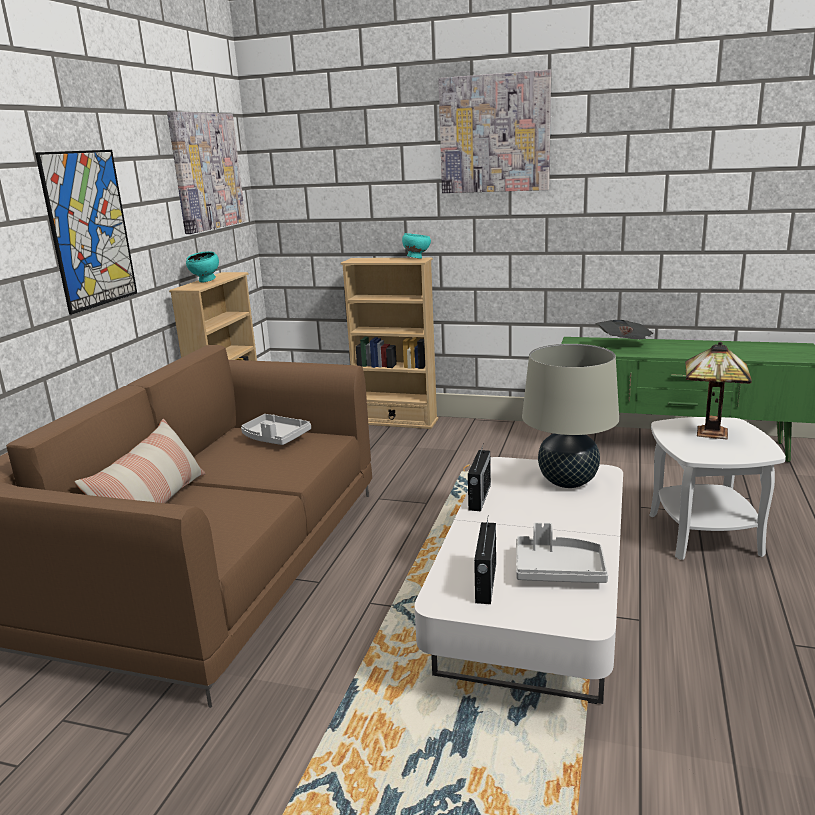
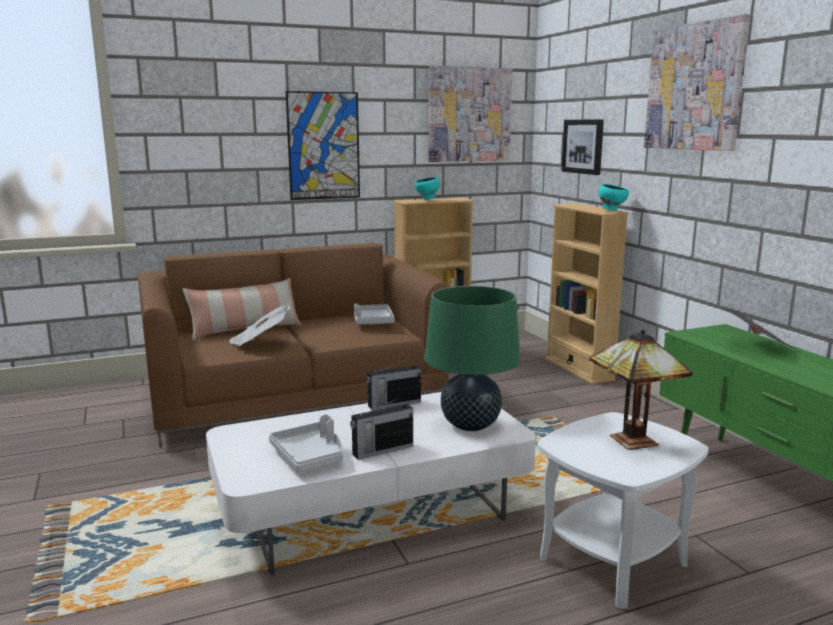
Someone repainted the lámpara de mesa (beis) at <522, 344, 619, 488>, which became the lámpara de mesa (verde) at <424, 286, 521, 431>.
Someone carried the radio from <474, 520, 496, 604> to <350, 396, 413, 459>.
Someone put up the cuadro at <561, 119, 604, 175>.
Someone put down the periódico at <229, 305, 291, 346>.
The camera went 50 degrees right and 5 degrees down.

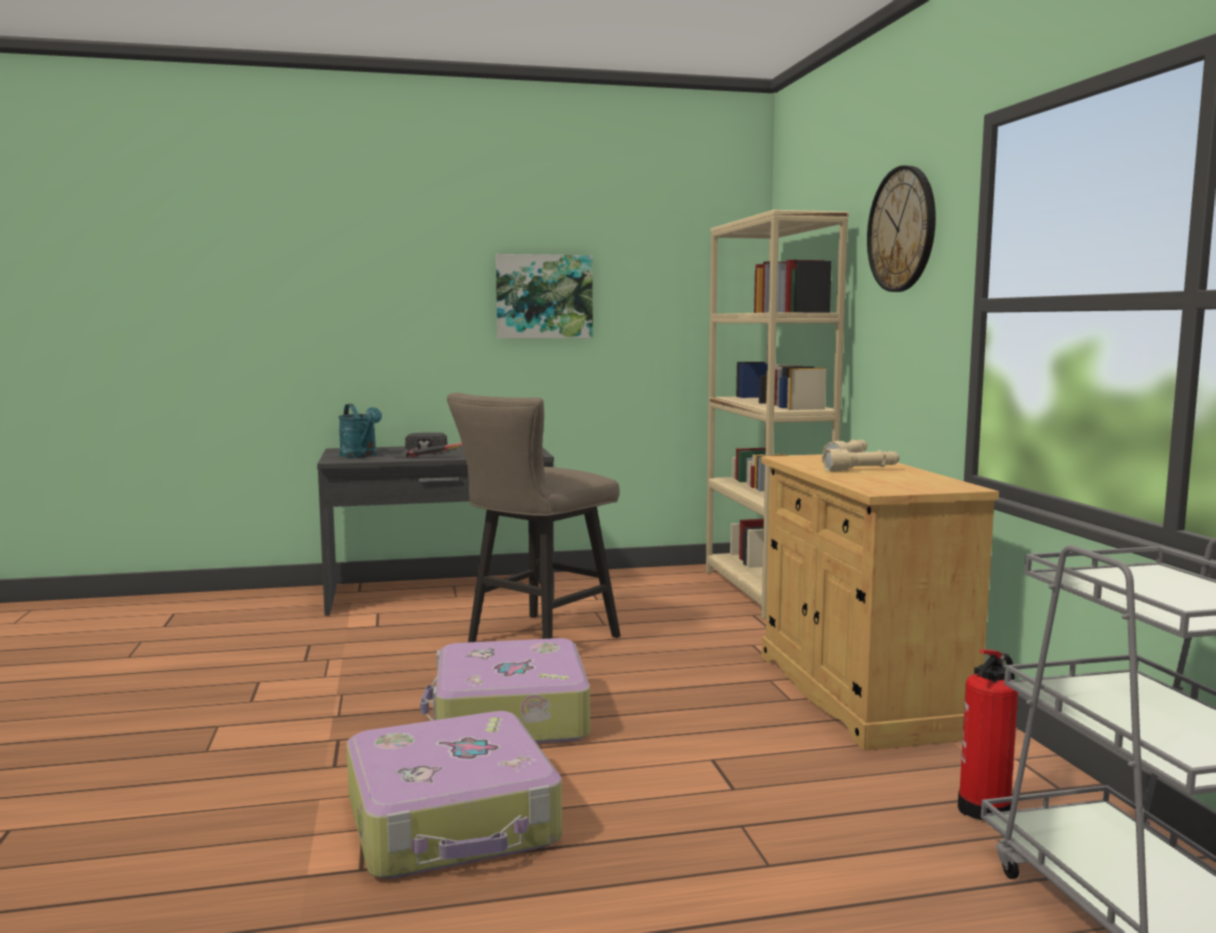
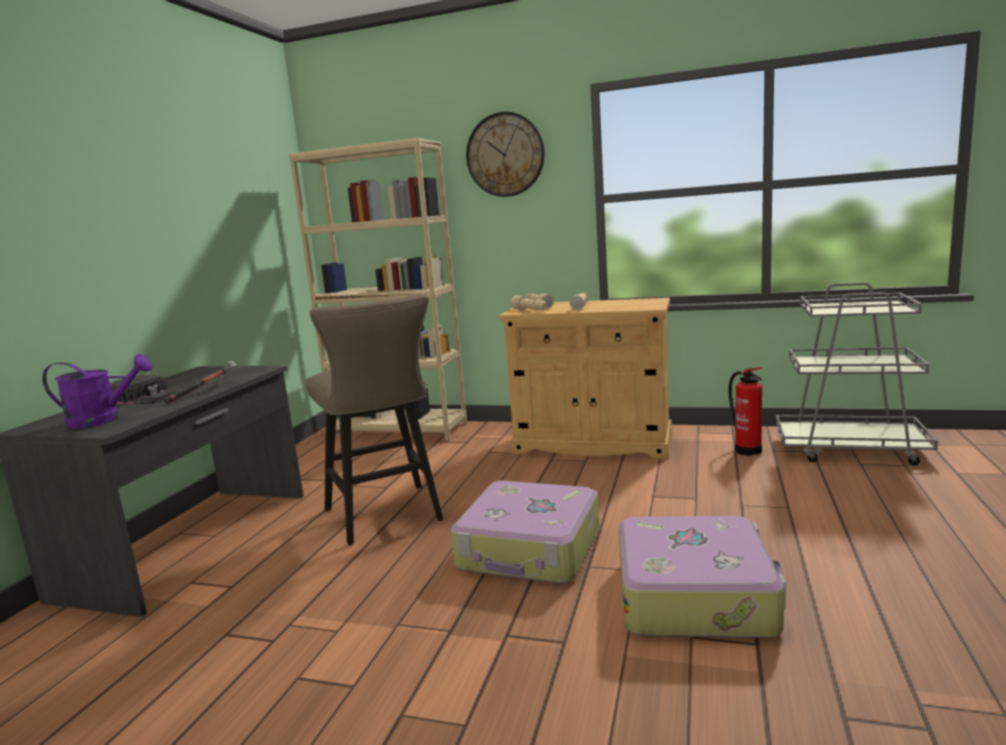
Someone took away the cuadro at <496, 254, 593, 339>.
Someone repainted the regadera (turquesa) at <338, 404, 382, 458>, which became the regadera (morado) at <42, 354, 152, 428>.
Someone put down the linterna (beis) at <511, 295, 547, 310>.
The camera went 60 degrees left and 5 degrees up.

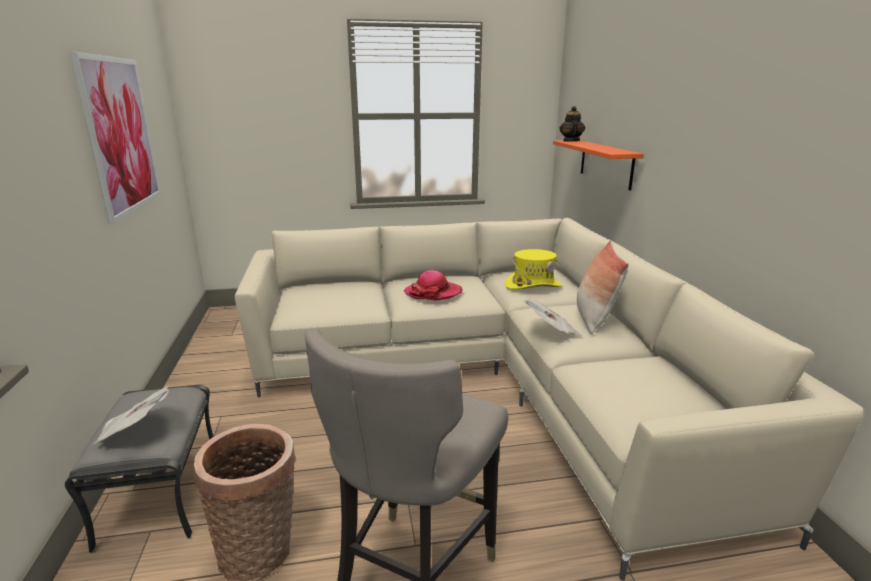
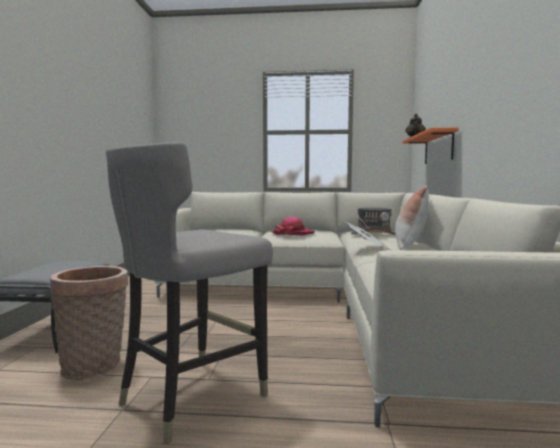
Someone took away the cuadro at <70, 51, 161, 224>.
Someone repainted the sombrero (amarillo) at <505, 249, 562, 289>, which became the sombrero (gris) at <351, 208, 395, 235>.
Someone took away the periódico at <93, 385, 169, 444>.
The camera went 15 degrees right and 15 degrees down.

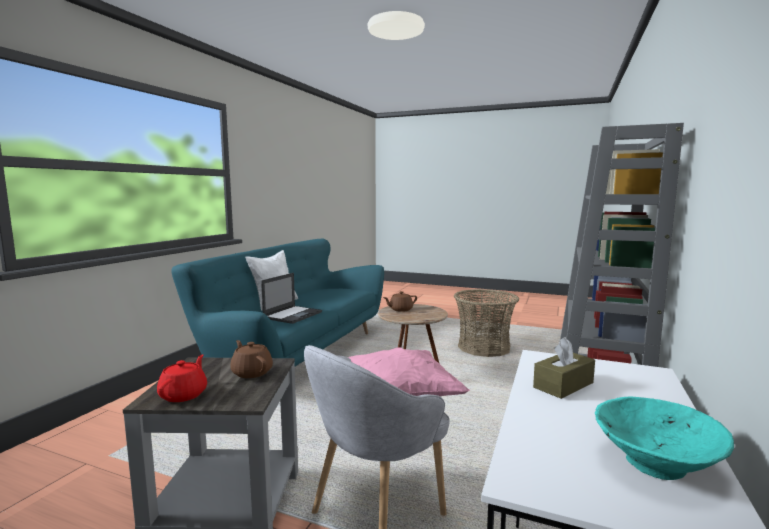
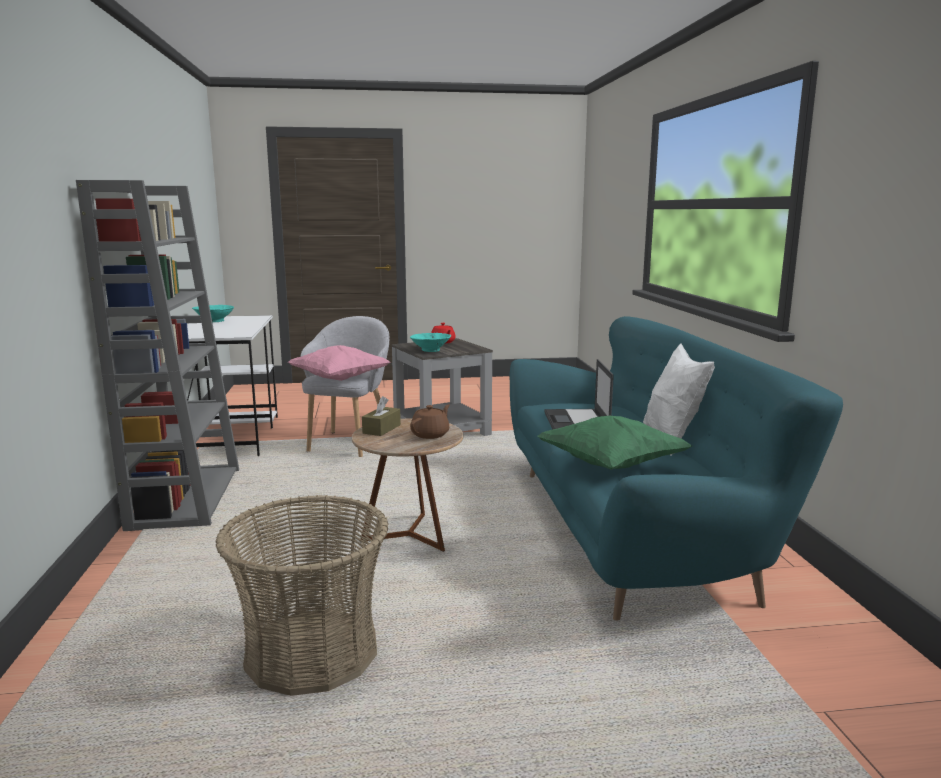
Someone carried the caja de pañuelos (marrón) from <533, 337, 595, 399> to <362, 396, 401, 436>.
Someone swapped the tetera (marrón) at <230, 340, 273, 378> for the cuenco (turquesa) at <410, 333, 451, 352>.
Someone put down the cojín (verde) at <537, 416, 692, 470>.
The camera went 150 degrees right and 5 degrees up.

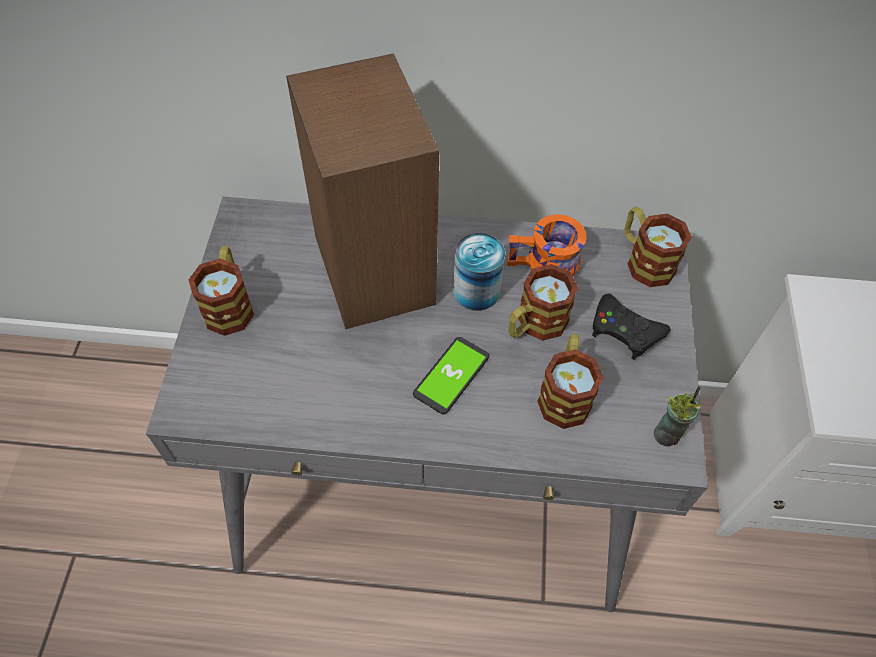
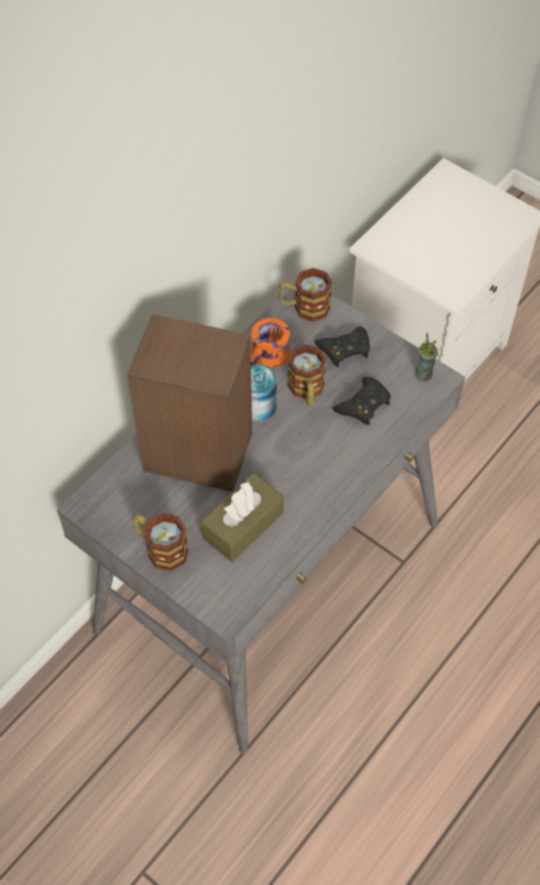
Someone swapped the taza grande at <537, 334, 604, 429> for the mando de consola (negro) at <332, 377, 391, 425>.
Someone took away the móvil at <413, 337, 489, 414>.
Someone put down the caja de pañuelos (marrón) at <201, 473, 284, 562>.
The camera went 55 degrees left and 0 degrees up.

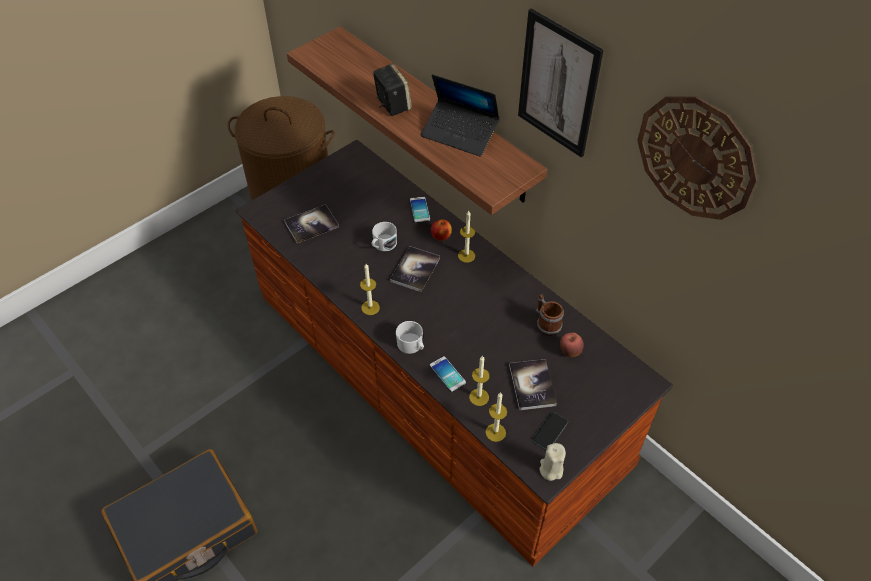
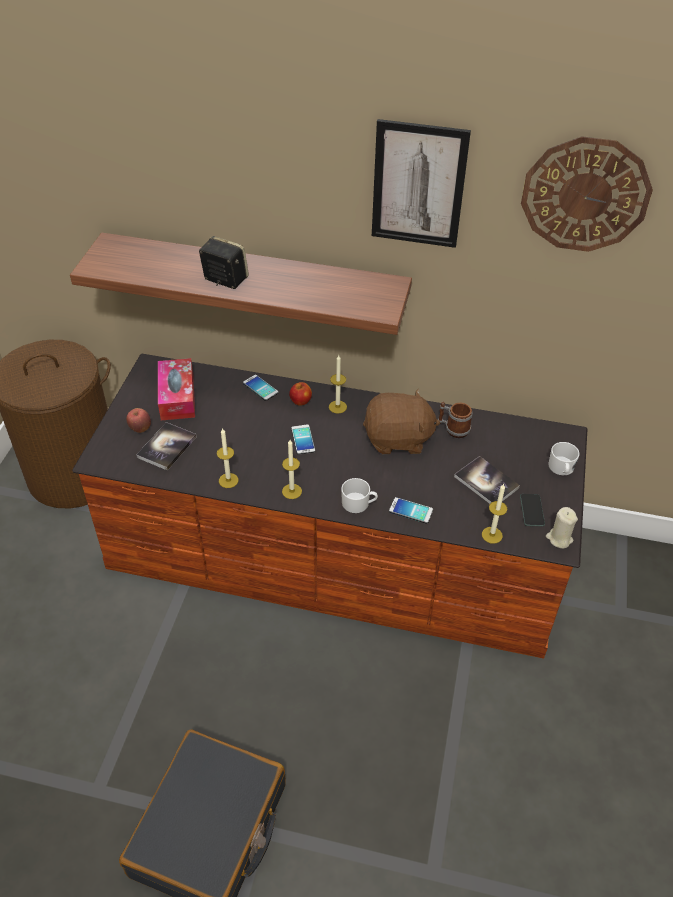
Someone took away the portátil at <421, 74, 500, 157>.
Someone carried the taza grande (blanco) from <372, 222, 397, 251> to <549, 442, 580, 475>.
Someone swapped the libro at <390, 246, 440, 292> for the móvil at <291, 424, 315, 454>.
Someone carried the manzana from <560, 332, 584, 357> to <126, 408, 151, 433>.
Someone carried the vela from <469, 356, 490, 406> to <217, 428, 238, 488>.
Someone put down the caja de pañuelos at <158, 358, 195, 420>.
Someone put down the peluche (marrón) at <363, 389, 440, 454>.
The camera went 35 degrees left and 5 degrees down.

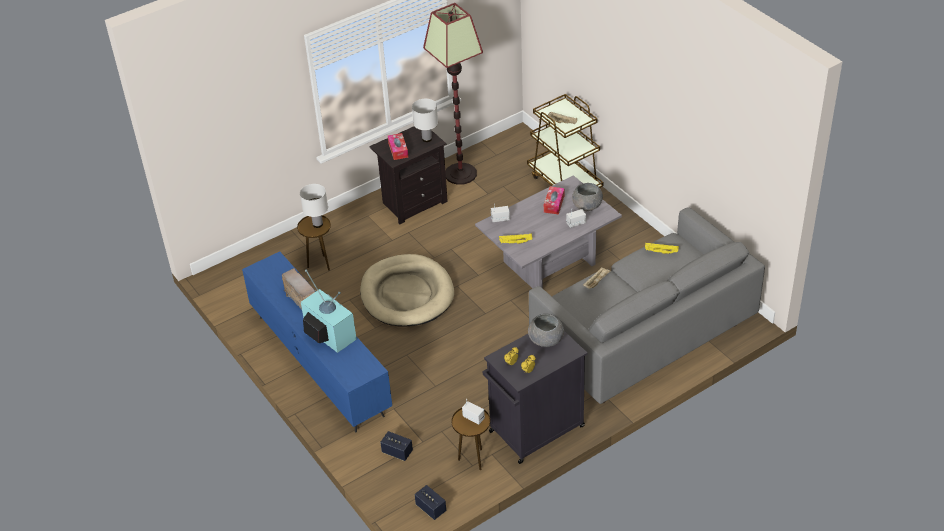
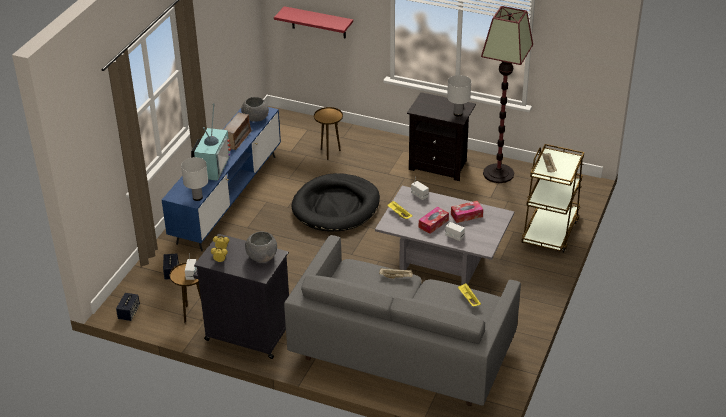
Someone carried the caja de pañuelos from <388, 133, 408, 160> to <419, 207, 449, 234>.
Someone carried the cuenco (gris) from <572, 183, 603, 211> to <241, 97, 269, 122>.
Someone carried the lámpara de mesa (blanco) from <300, 184, 328, 228> to <181, 157, 208, 201>.
Someone repainted the cama para perro (beis) at <360, 254, 454, 327>, which became the cama para perro (negro) at <292, 173, 380, 232>.
Someone put up the estante (rojo) at <274, 6, 353, 39>.
The camera went 55 degrees right and 5 degrees down.

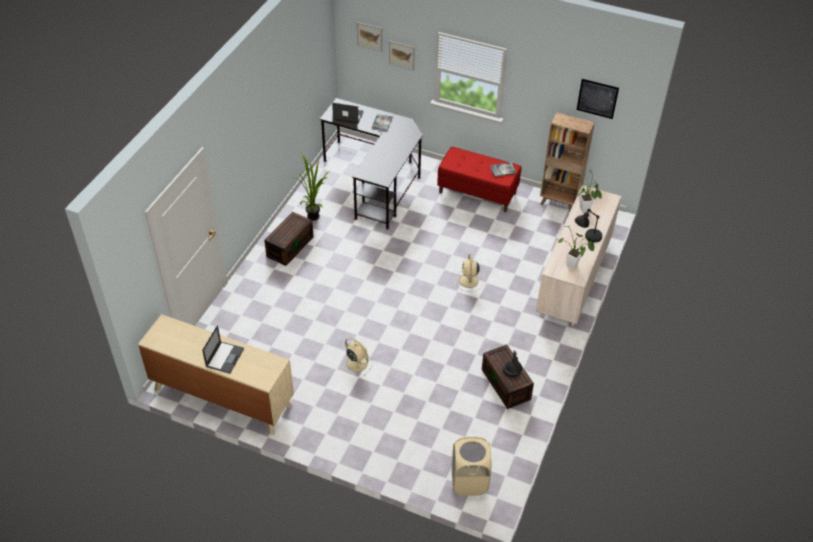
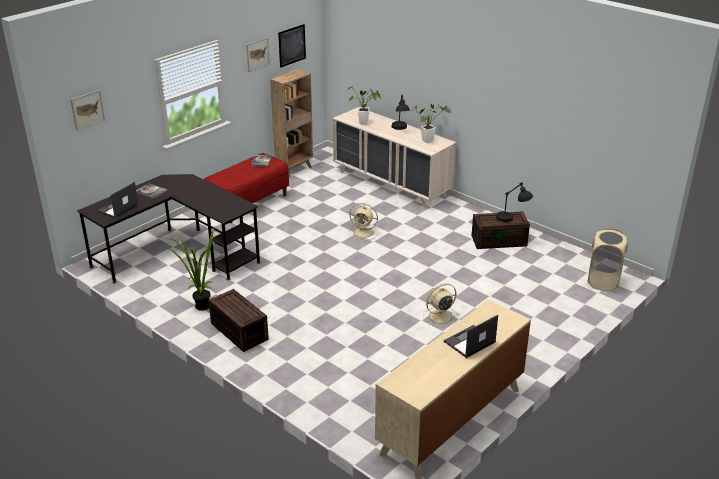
Someone carried the cuadro from <389, 41, 415, 71> to <246, 38, 270, 72>.
Someone rotated the portátil at <202, 325, 244, 374> by 75 degrees counterclockwise.
The camera went 70 degrees left and 15 degrees down.

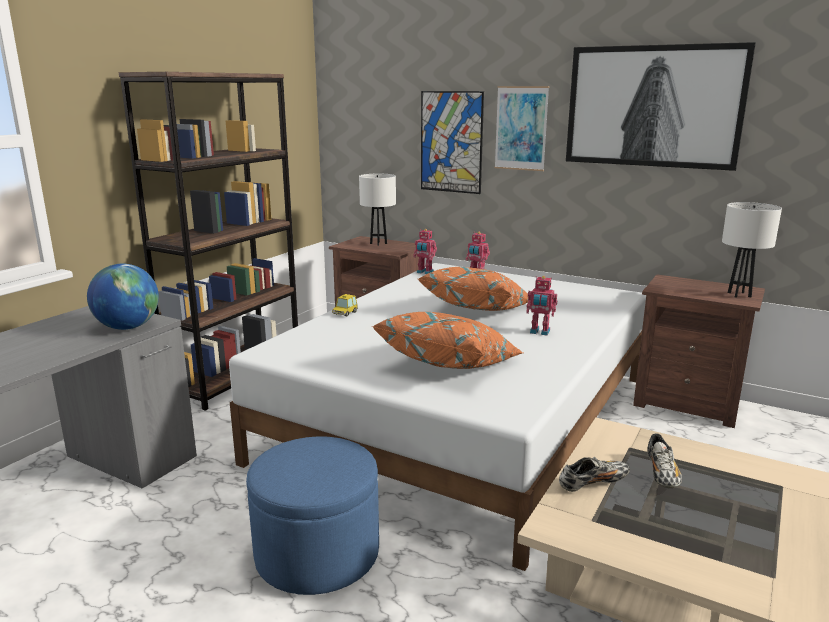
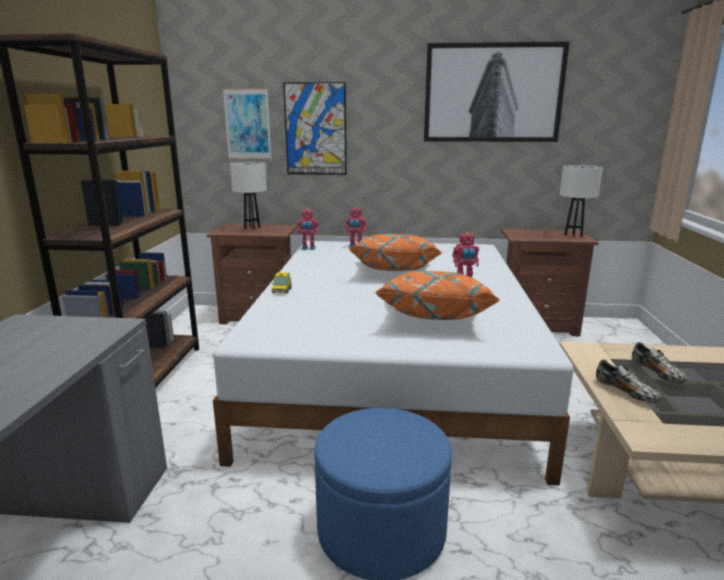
Someone carried the cuadro from <494, 86, 549, 171> to <223, 88, 272, 160>.
Someone took away the globo terráqueo at <87, 264, 159, 330>.
Someone rotated the zapato at <559, 457, 630, 492> by 105 degrees clockwise.
The camera went 25 degrees left and 0 degrees up.

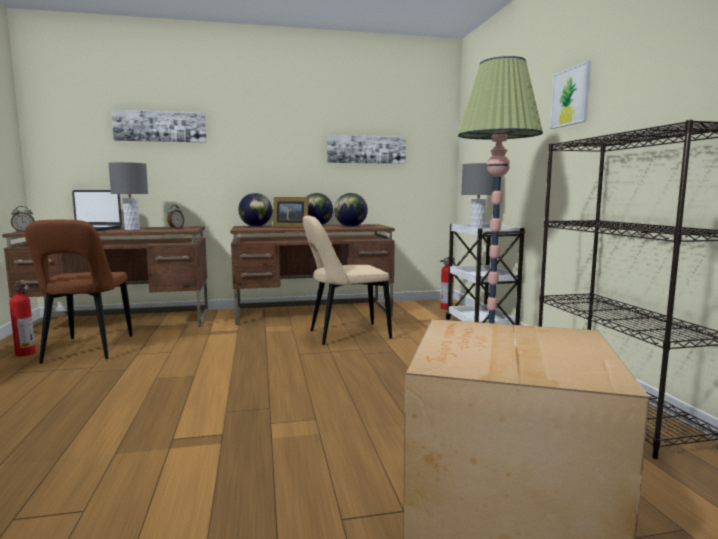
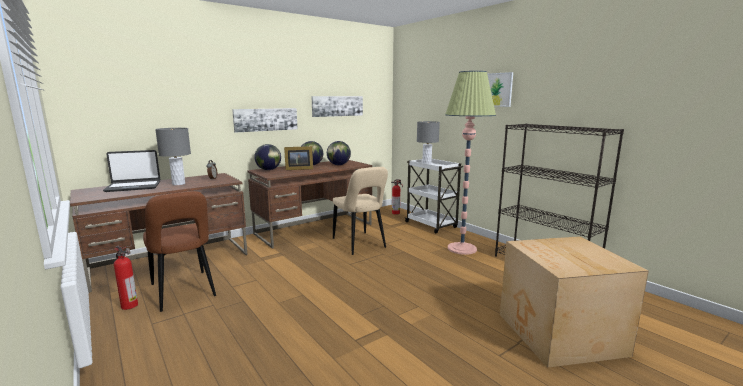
Someone carried the cuadro from <111, 110, 206, 143> to <232, 108, 298, 133>.
Someone took away the despertador at <11, 206, 35, 232>.
Someone rotated the silla (beis) at <303, 215, 392, 345> by 75 degrees counterclockwise.
The camera went 25 degrees left and 5 degrees up.

